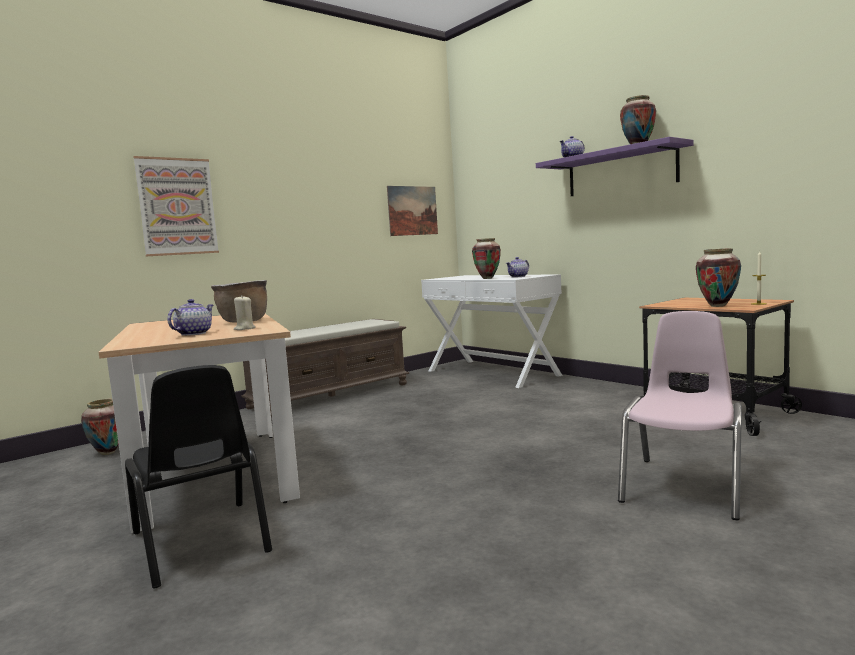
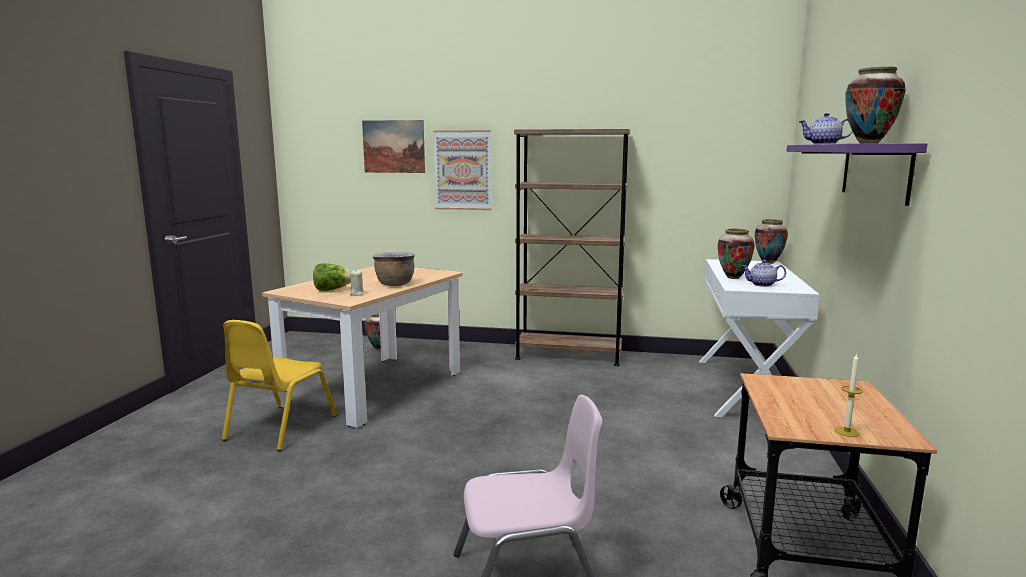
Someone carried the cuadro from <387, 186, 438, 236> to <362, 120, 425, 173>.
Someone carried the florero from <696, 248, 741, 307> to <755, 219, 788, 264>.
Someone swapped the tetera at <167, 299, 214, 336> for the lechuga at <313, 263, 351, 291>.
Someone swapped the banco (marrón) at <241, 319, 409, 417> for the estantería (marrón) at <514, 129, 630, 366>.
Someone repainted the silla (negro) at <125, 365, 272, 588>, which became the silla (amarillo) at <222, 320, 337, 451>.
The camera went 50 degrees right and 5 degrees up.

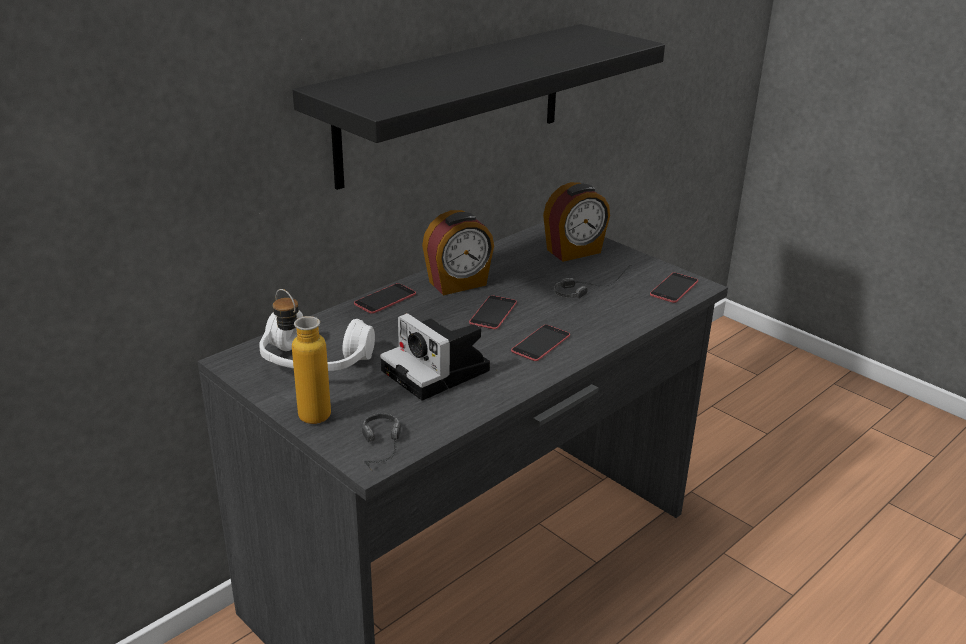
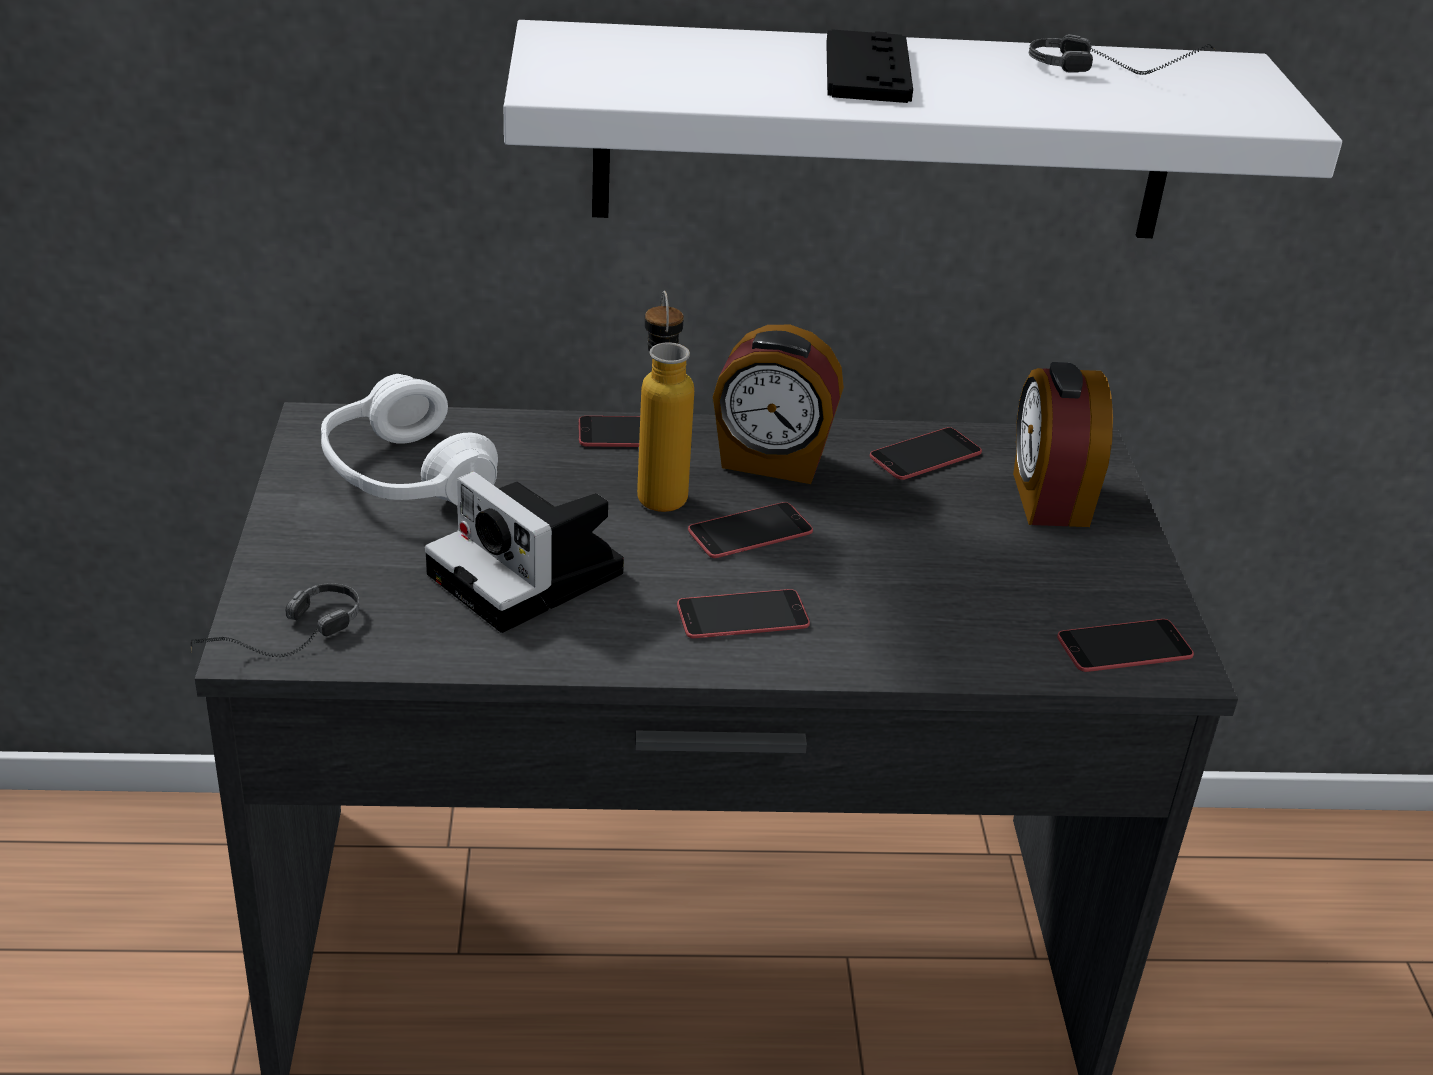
Someone repainted the estante (negro) at <292, 24, 665, 190>, which became the estante (blanco) at <504, 20, 1342, 238>.
Someone rotated the despertador at <543, 182, 610, 262> by 75 degrees clockwise.
Someone carried the auriculares from <554, 265, 632, 298> to <1029, 34, 1215, 75>.
Someone carried the botella from <273, 289, 331, 424> to <637, 291, 694, 512>.
Someone rotated the cámara at <380, 313, 490, 401> by 45 degrees counterclockwise.
Someone put down the mando de consola (negro) at <826, 29, 913, 103>.
Someone put down the móvil at <870, 427, 982, 480>.
The camera went 40 degrees right and 5 degrees up.

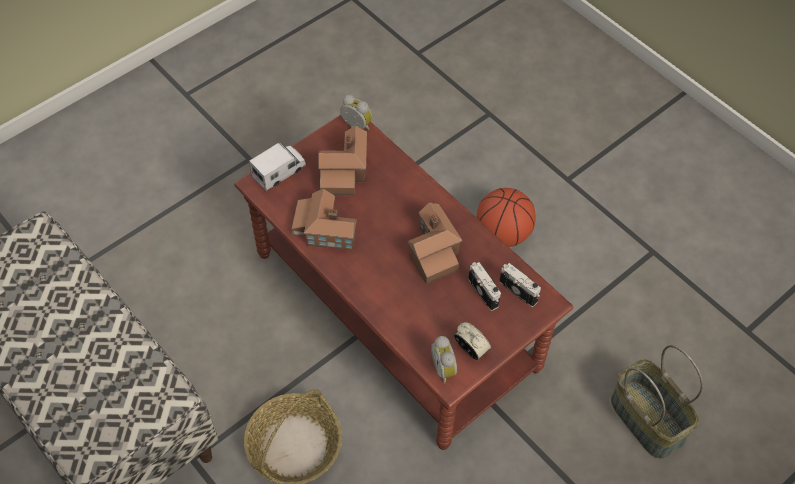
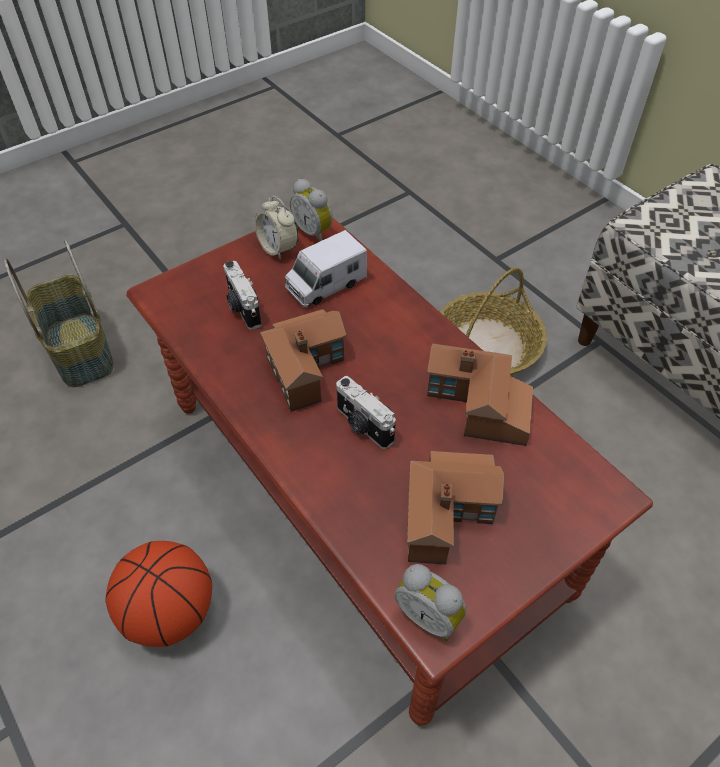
Someone carried the camión de juguete from <249, 142, 306, 191> to <285, 230, 367, 307>.
Someone carried the cámara from <499, 263, 541, 307> to <336, 376, 396, 449>.
Someone rotated the despertador at <431, 336, 457, 384> by 150 degrees clockwise.
The camera went 175 degrees left and 5 degrees down.

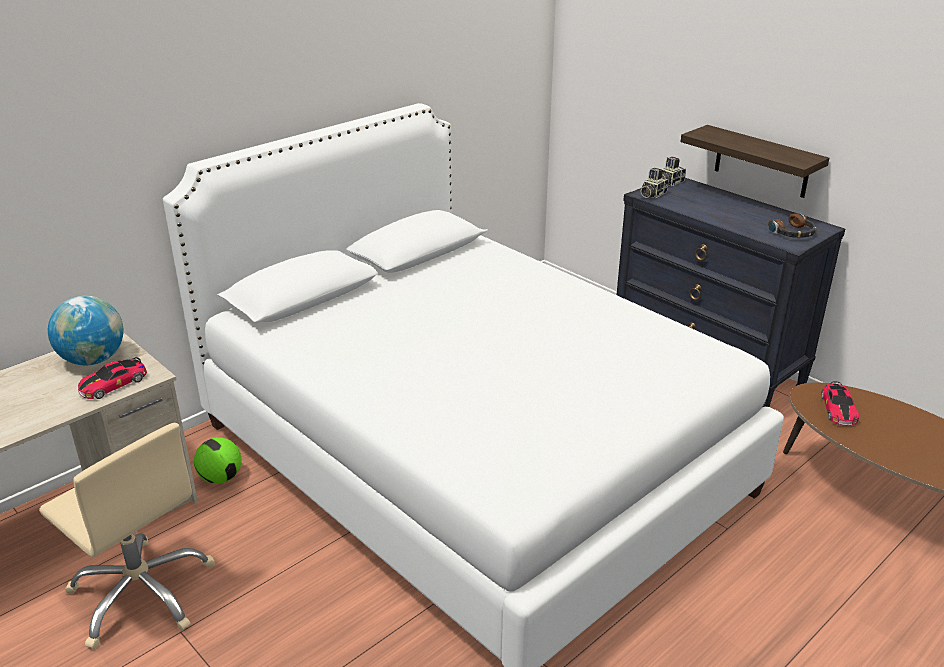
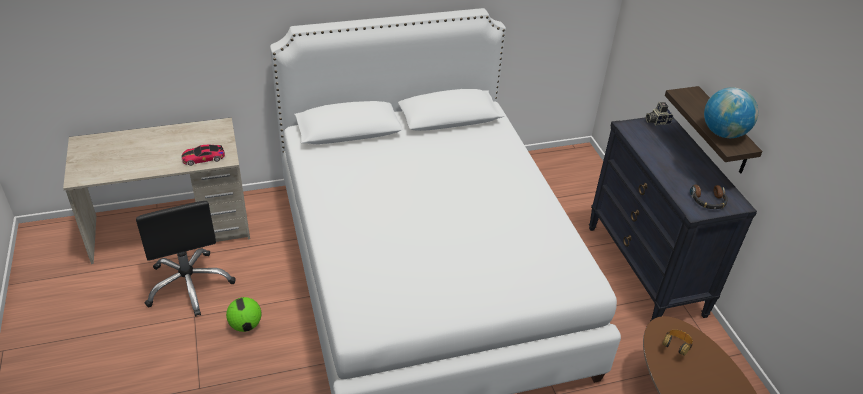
Someone took away the cámara at <641, 168, 668, 198>.
Someone carried the globo terráqueo from <48, 296, 123, 365> to <704, 87, 758, 138>.
Someone swapped the coche de juguete at <821, 381, 859, 426> for the auriculares at <662, 329, 693, 356>.
Someone repainted the silla de oficina (beis) at <39, 423, 215, 649>, which became the silla de oficina (negro) at <136, 201, 236, 317>.
Someone carried the balón de fútbol from <194, 437, 241, 484> to <226, 297, 262, 332>.
The camera went 25 degrees right and 10 degrees up.

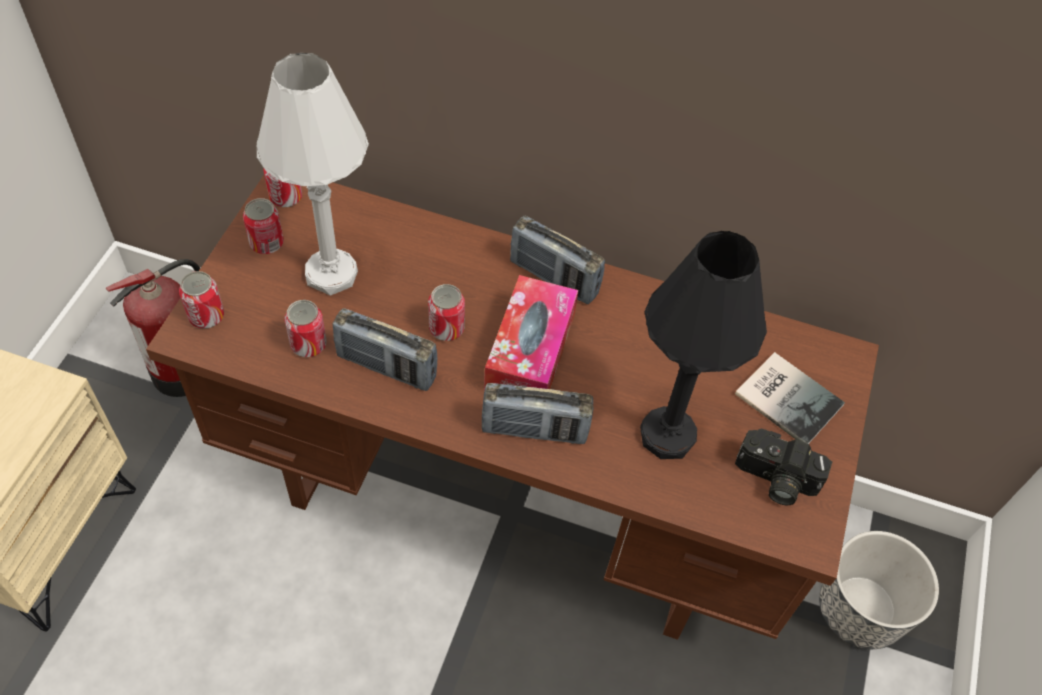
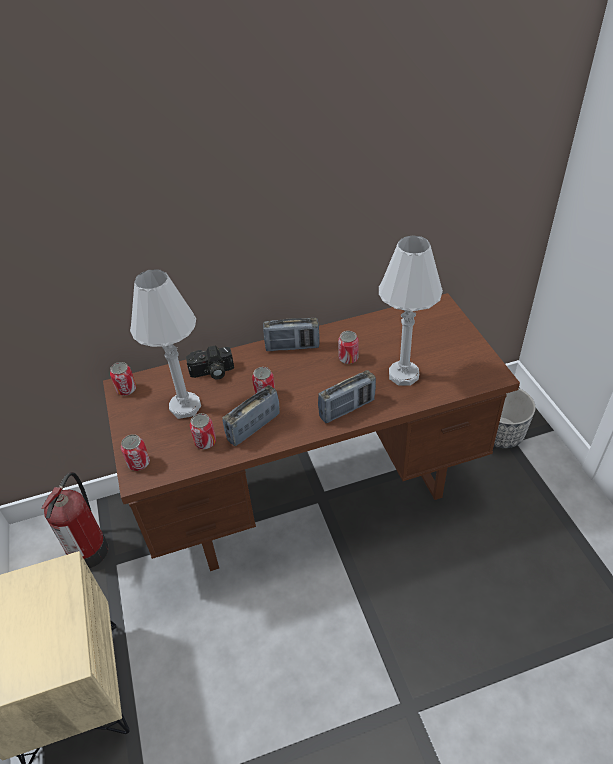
Someone carried the lata from <243, 198, 284, 254> to <338, 331, 359, 364>.
Someone repainted the lámpara de mesa (negro) at <640, 231, 767, 459>, which became the lámpara de mesa (blanco) at <379, 235, 443, 386>.
Someone took away the caja de pañuelos at <484, 275, 578, 390>.
Someone rotated the radio at <333, 308, 438, 391> by 150 degrees clockwise.
Someone took away the libro at <735, 352, 845, 444>.
Someone carried the cámara from <735, 429, 832, 505> to <186, 346, 234, 380>.
The camera went 30 degrees left and 10 degrees down.

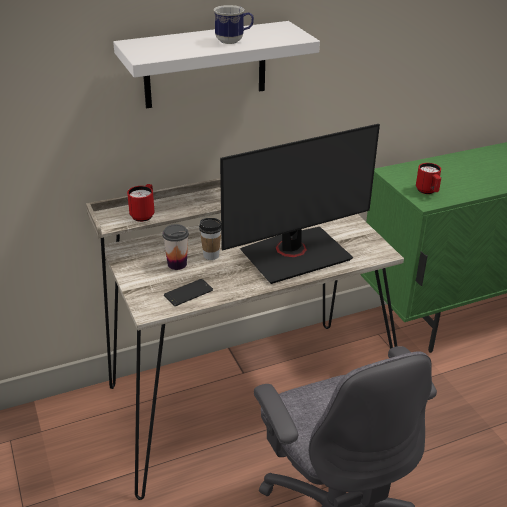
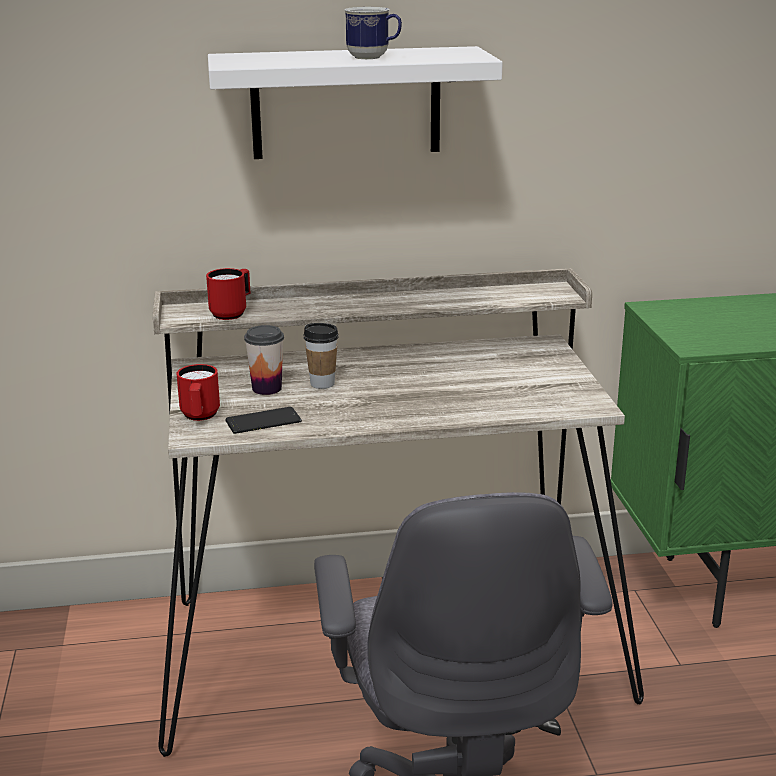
Someone took away the monitor at <220, 124, 380, 284>.
Someone carried the taza grande (rojo) from <416, 163, 441, 194> to <177, 364, 220, 421>.
The camera went 15 degrees right and 10 degrees down.

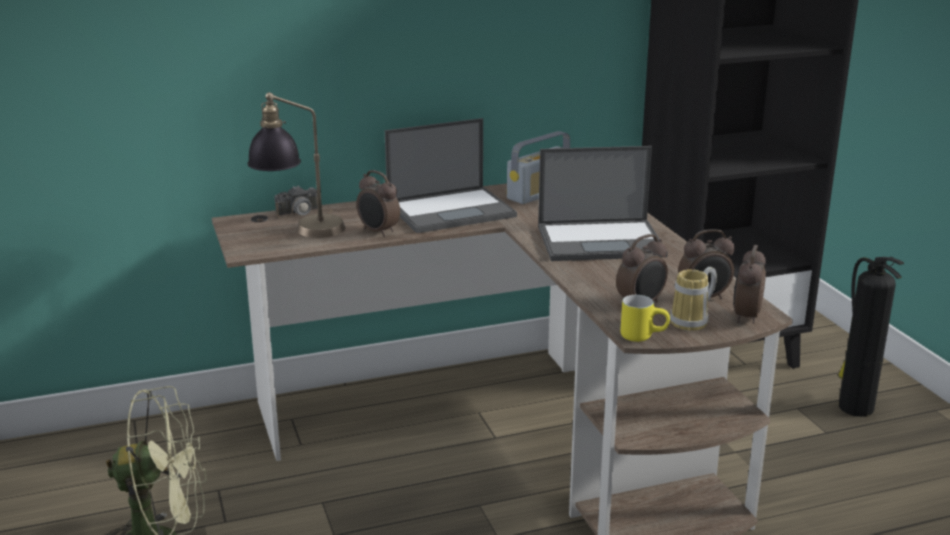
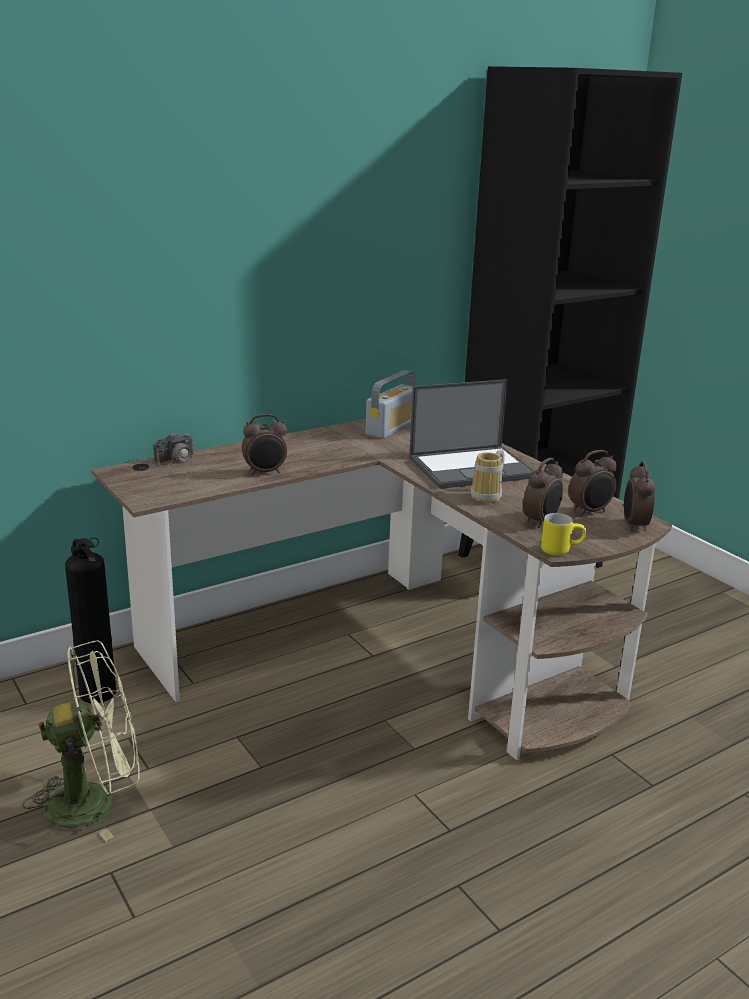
Someone took away the lámpara de mesa at <248, 92, 346, 238>.
Someone took away the portátil at <385, 118, 517, 233>.
Someone rotated the despertador at <356, 170, 400, 237> by 45 degrees counterclockwise.
Someone carried the extintor from <838, 257, 904, 417> to <65, 538, 116, 703>.
Someone carried the taza grande from <670, 267, 717, 331> to <470, 449, 505, 503>.
The camera went 15 degrees left and 0 degrees up.

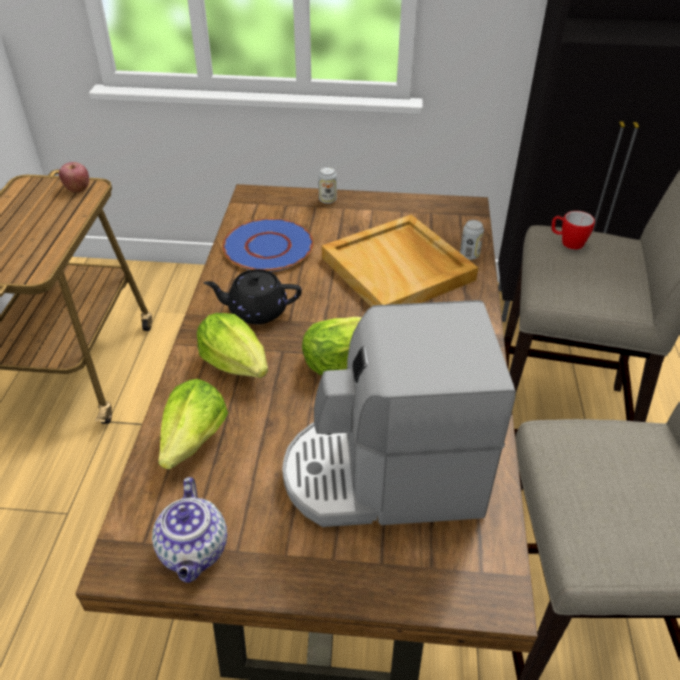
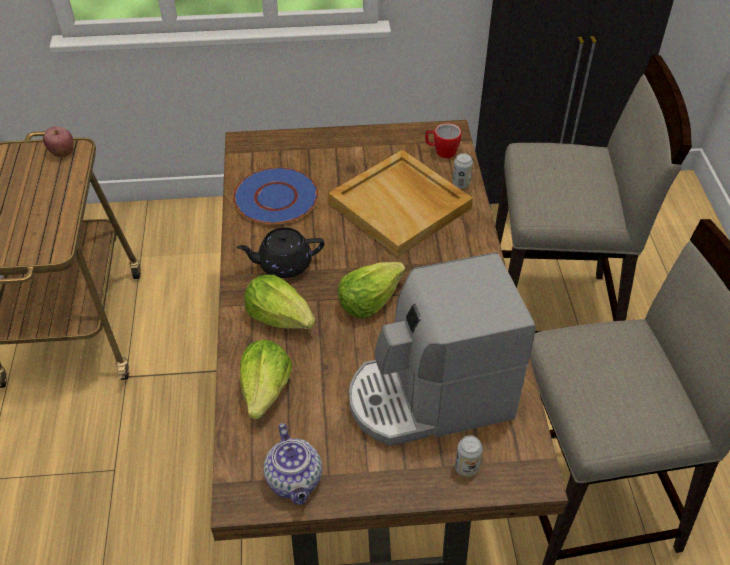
Someone carried the lata from <318, 167, 337, 204> to <455, 435, 483, 477>.
Someone carried the taza grande from <551, 211, 595, 250> to <425, 123, 462, 158>.
The camera went 10 degrees left and 5 degrees up.

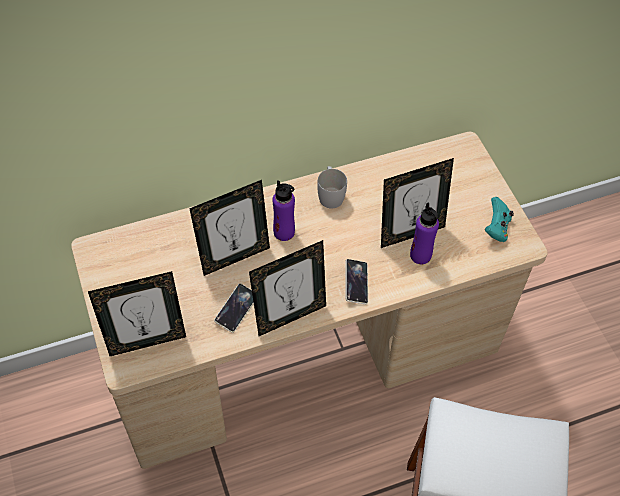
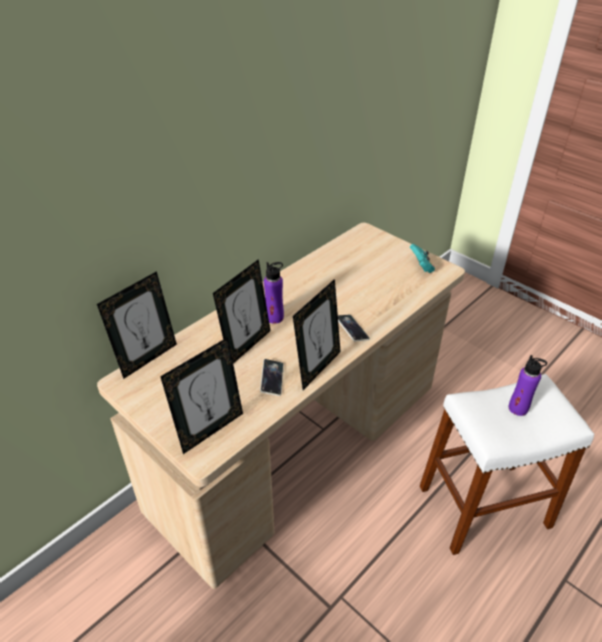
Someone carried the portarretratos from <381, 158, 454, 248> to <97, 271, 177, 379>.
Someone took away the taza grande (blanco) at <317, 166, 347, 208>.
Someone carried the botella (morado) from <410, 202, 439, 264> to <509, 355, 547, 416>.
The camera went 25 degrees left and 15 degrees down.

